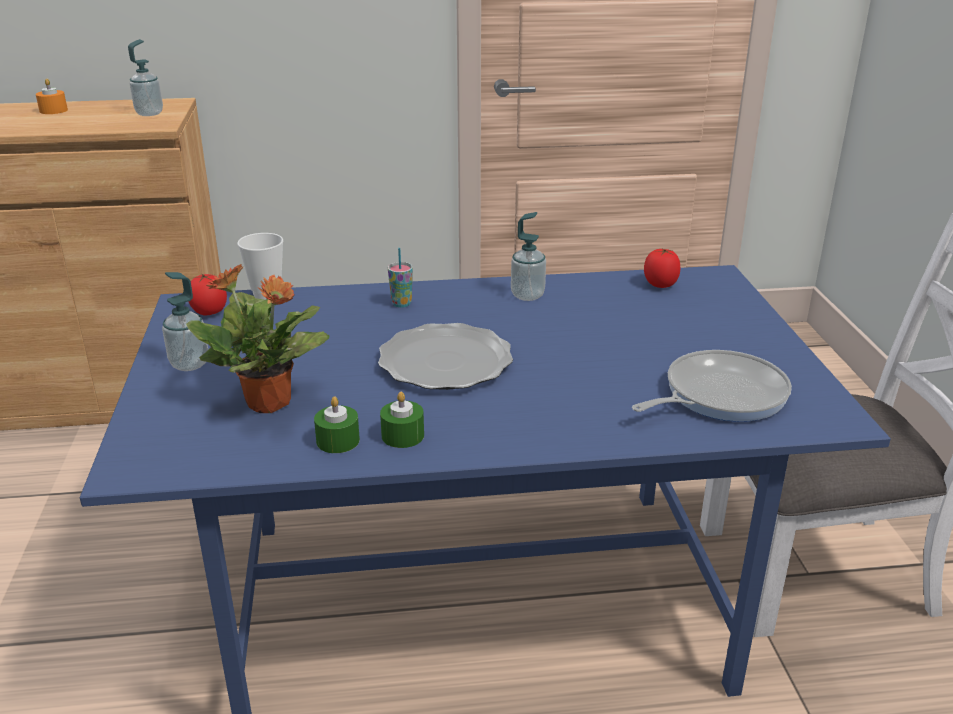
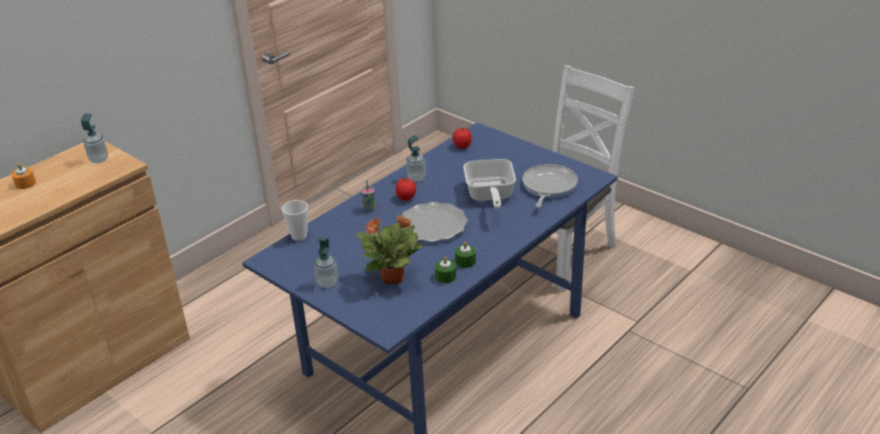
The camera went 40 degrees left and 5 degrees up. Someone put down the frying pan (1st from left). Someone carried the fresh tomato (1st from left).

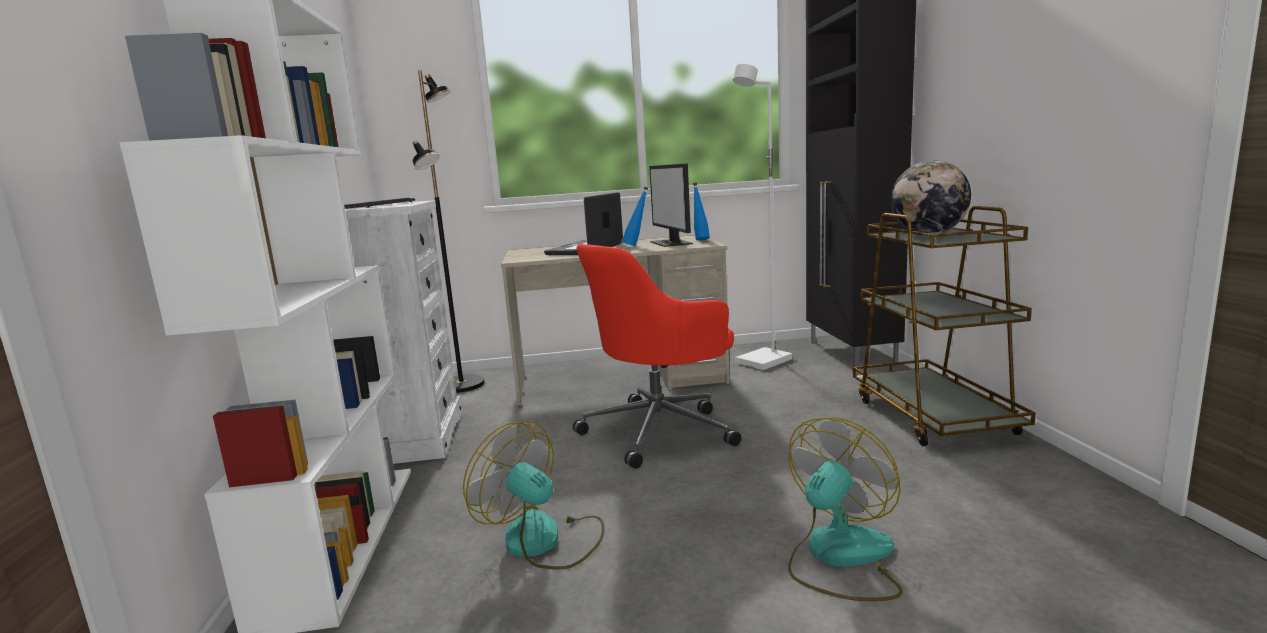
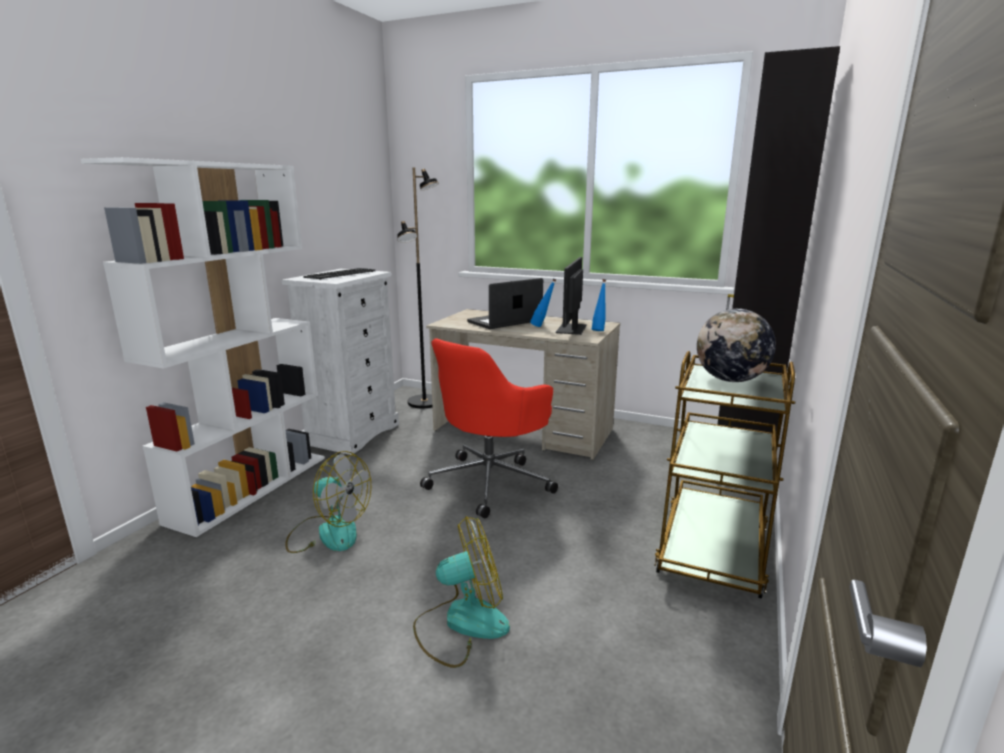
The camera went 30 degrees right and 5 degrees up. Someone took away the floor lamp in white. Someone rotated the fan (1st from left) by 135 degrees clockwise. Someone rotated the computer chair in red-coloured by 45 degrees counterclockwise.

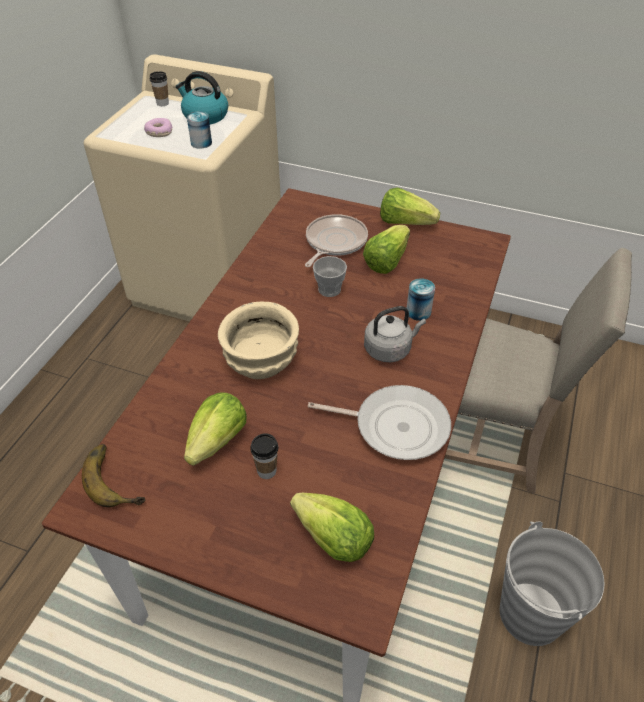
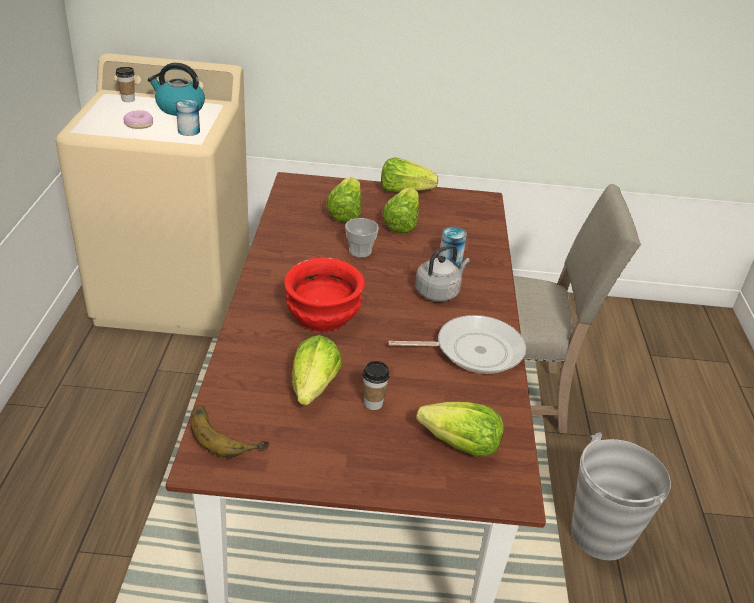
The camera went 20 degrees left and 10 degrees down. Someone swapped the frying pan (1st from left) for the lettuce head (2nd from left). Someone repainted the serving bowl in beige-coloured, which became the serving bowl in red-coloured.

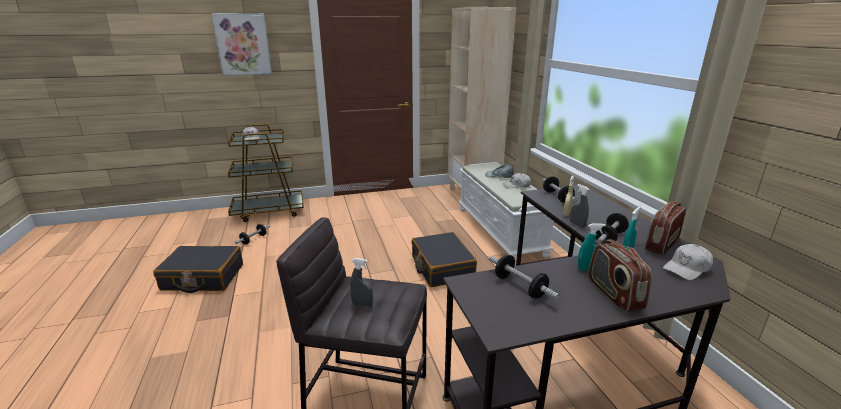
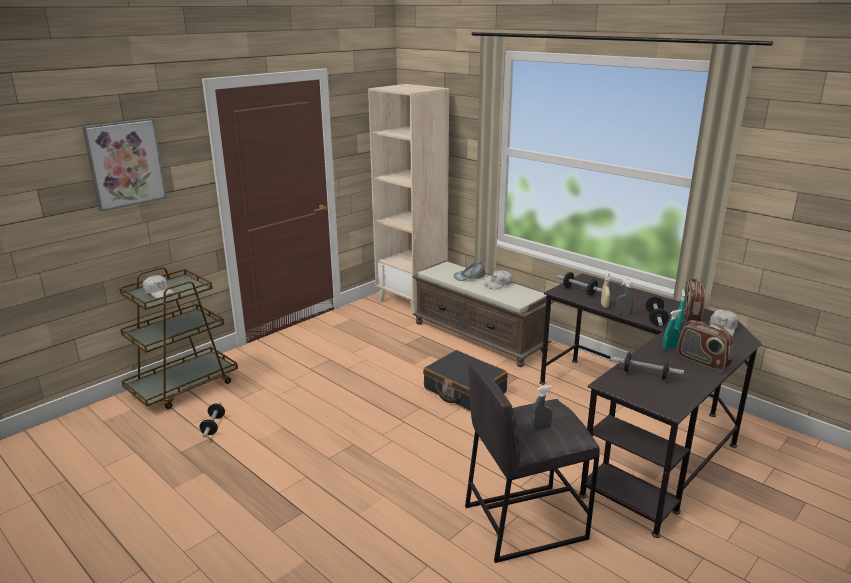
The camera went 30 degrees left and 0 degrees up. Someone took away the travel case in black-coloured (1st from left). Someone repainted the indoor bench in white, which became the indoor bench in brownish.

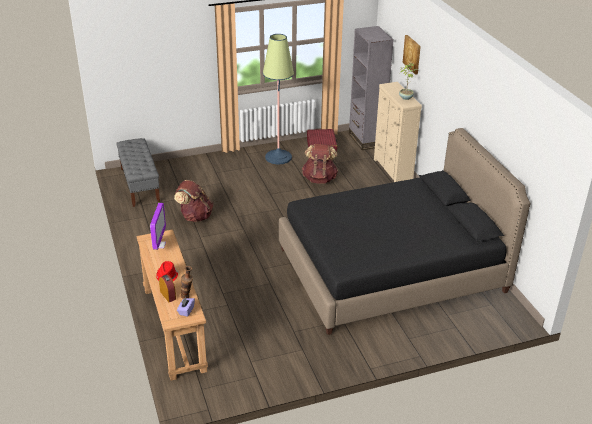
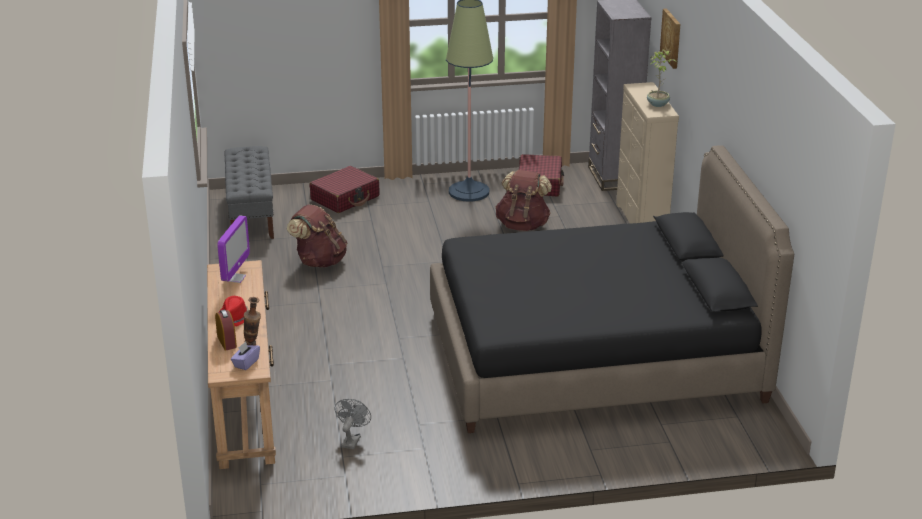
The camera went 10 degrees right and 5 degrees down. Someone put down the travel case in red-coloured (1st from left). Someone put down the fan in greyish.

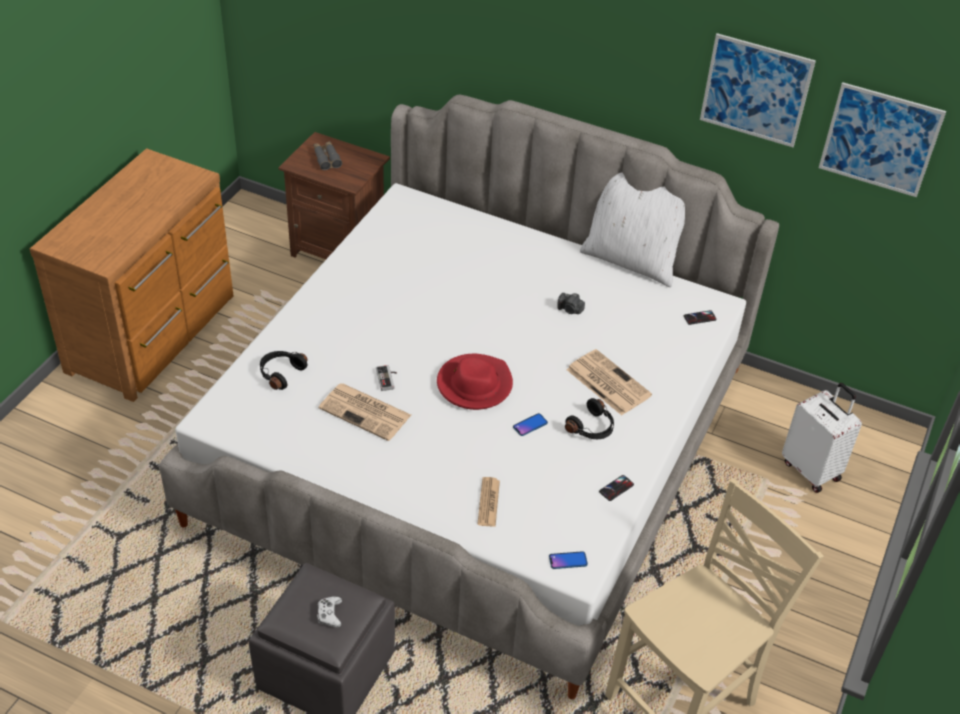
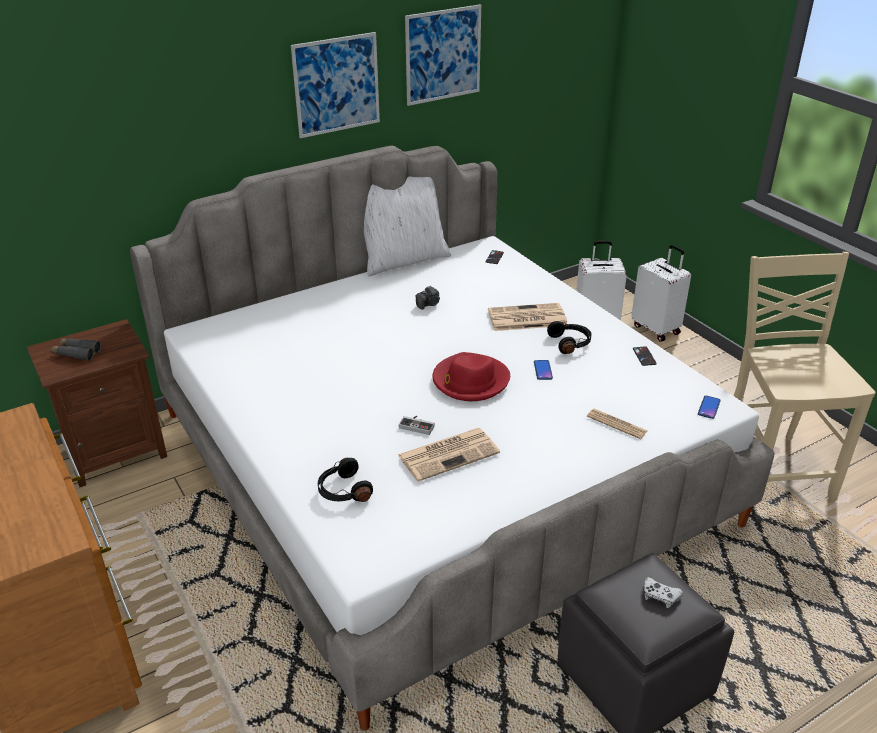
The camera went 55 degrees left and 10 degrees down. Someone put down the travel case in white (2nd from left). Someone carried the wall art (2nd from left in the first image).

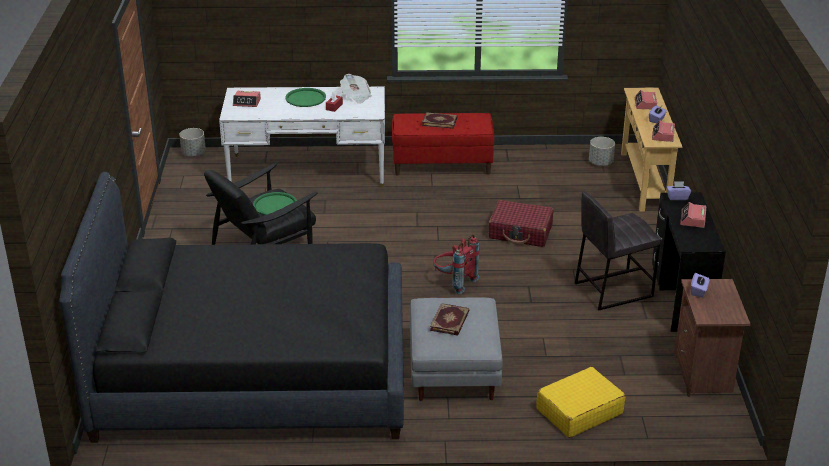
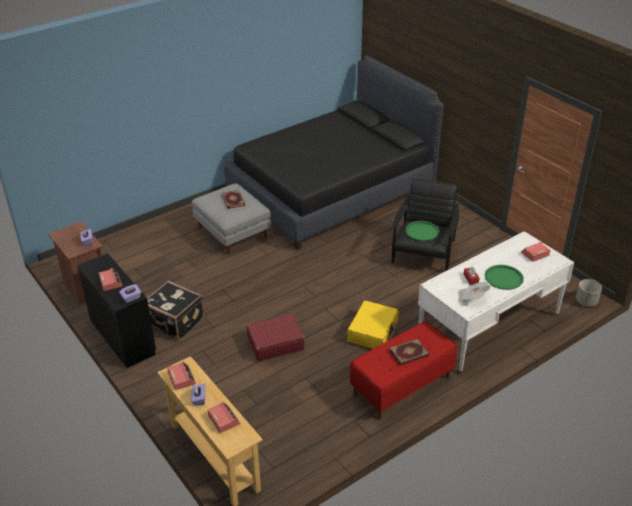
The camera went 145 degrees right and 5 degrees up. Someone took away the knapsack in red-coloured. Someone took away the plant pot in greyish (2nd from left). Someone carried the travel case in yellowish. Someone swapped the stool in greyish for the travel case in black-coloured.

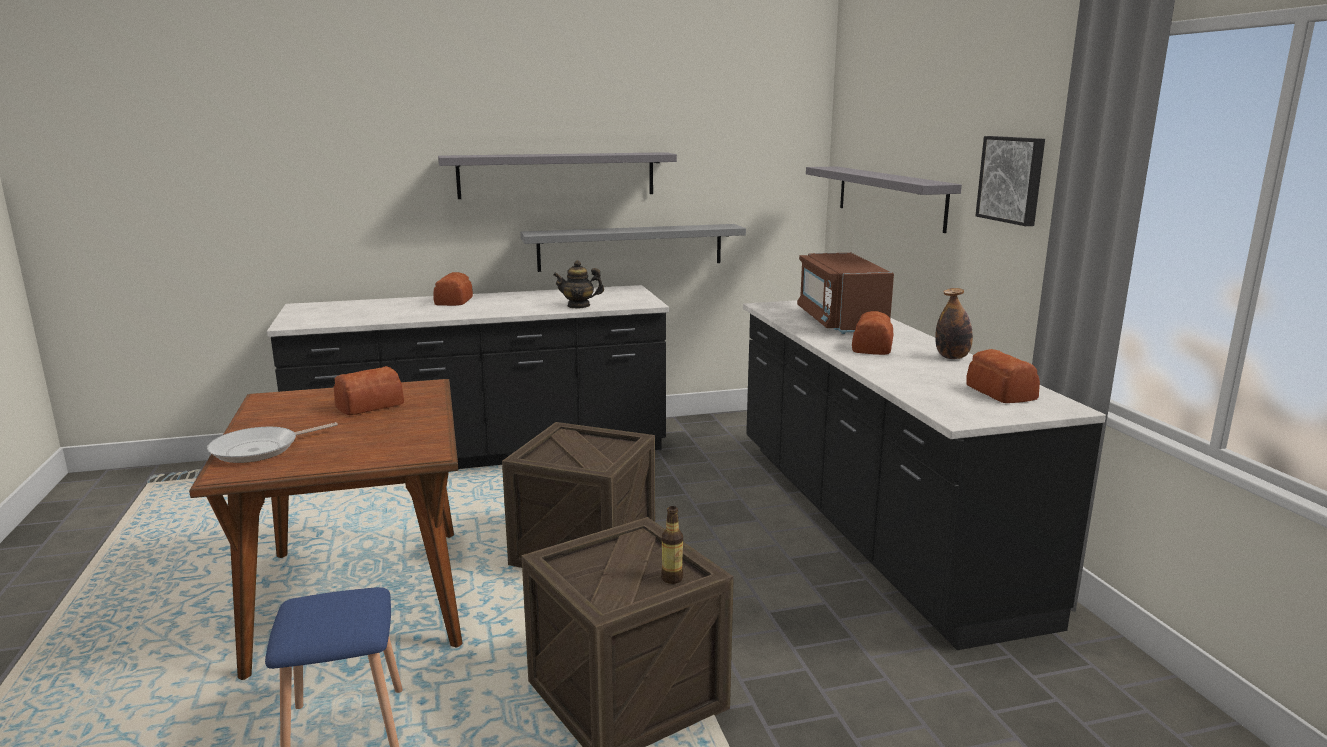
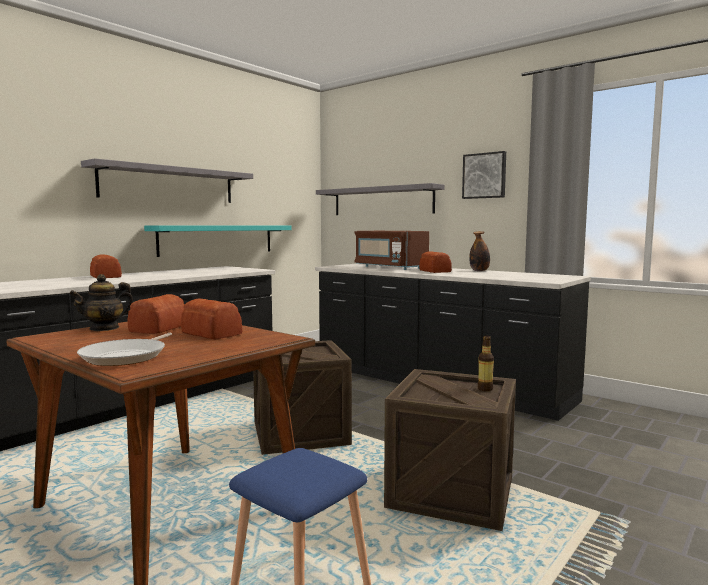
The camera went 35 degrees left and 10 degrees down. Someone carried the teapot. Someone carried the bakery bread (4th from left in the first image). Someone repainted the wall shelf in greyish (2nd from left), which became the wall shelf in turquoise-coloured.

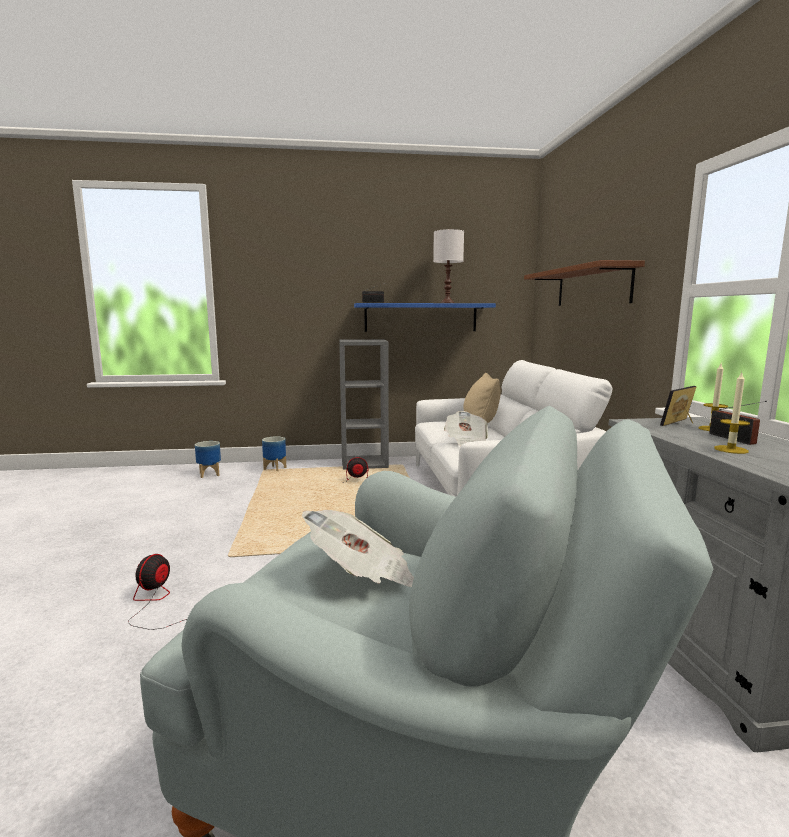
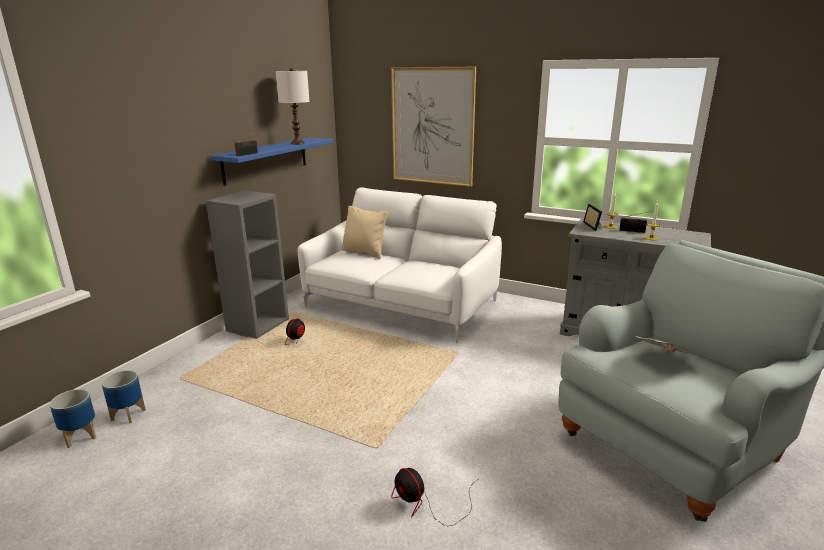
The camera went 55 degrees left and 10 degrees up. Someone took away the newspaper (2nd from left). Someone carried the plant pot (2nd from left in the first image). Someone swapped the wall shelf in brownish for the wall art.

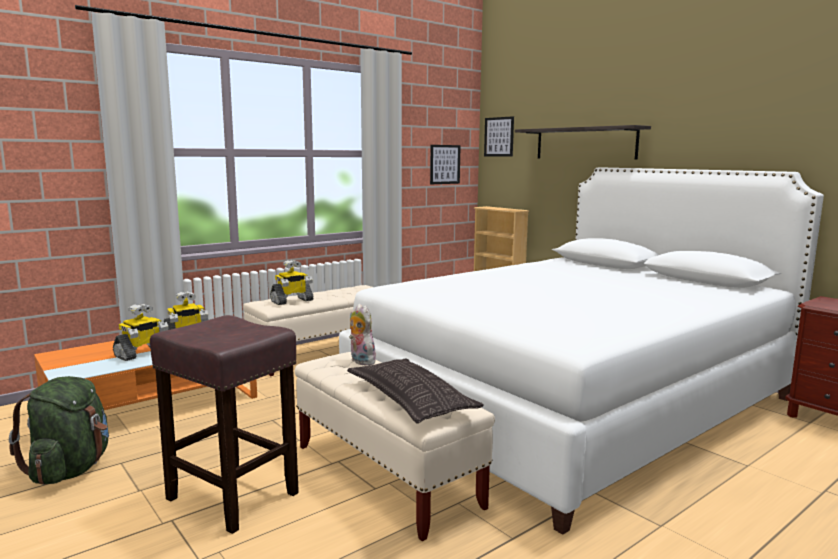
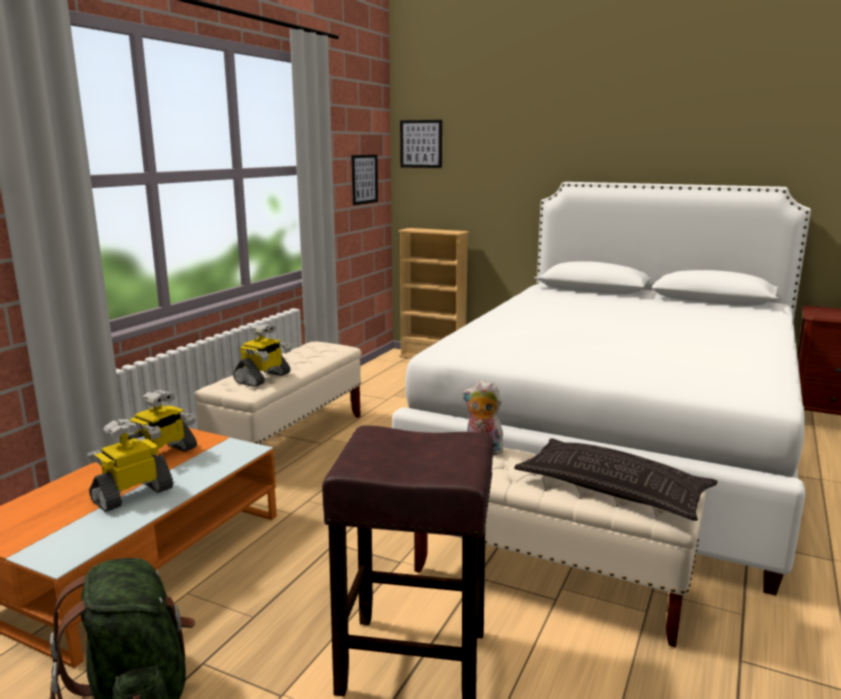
The camera went 25 degrees left and 5 degrees up. Someone took away the wall shelf. Someone rotated the model robot (1st from left) by 150 degrees counterclockwise.

